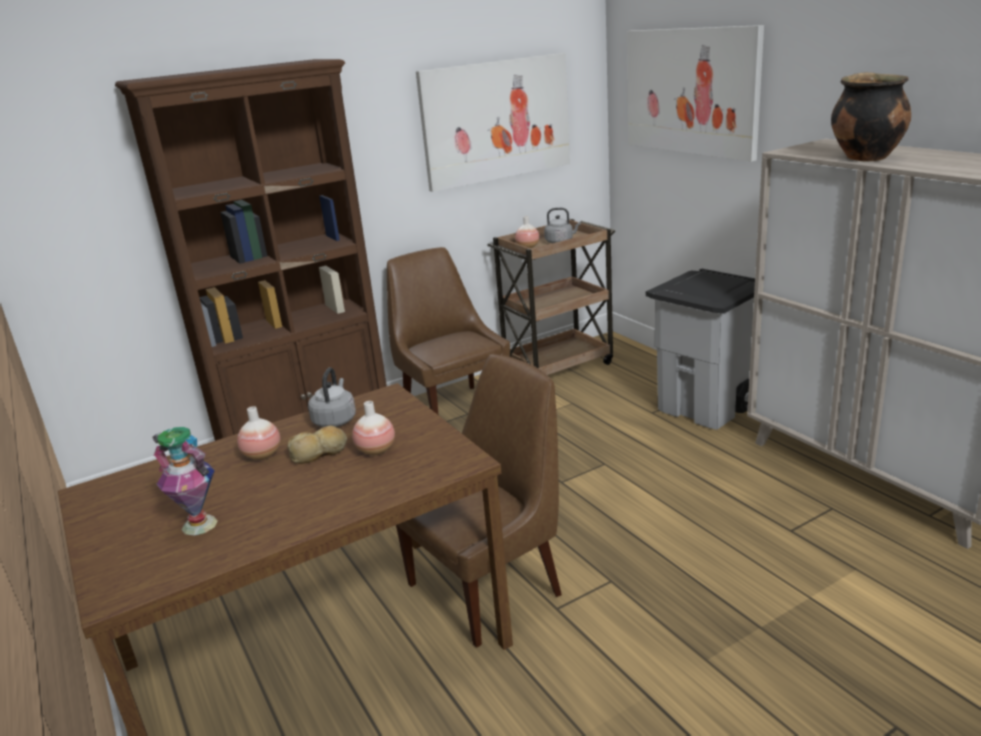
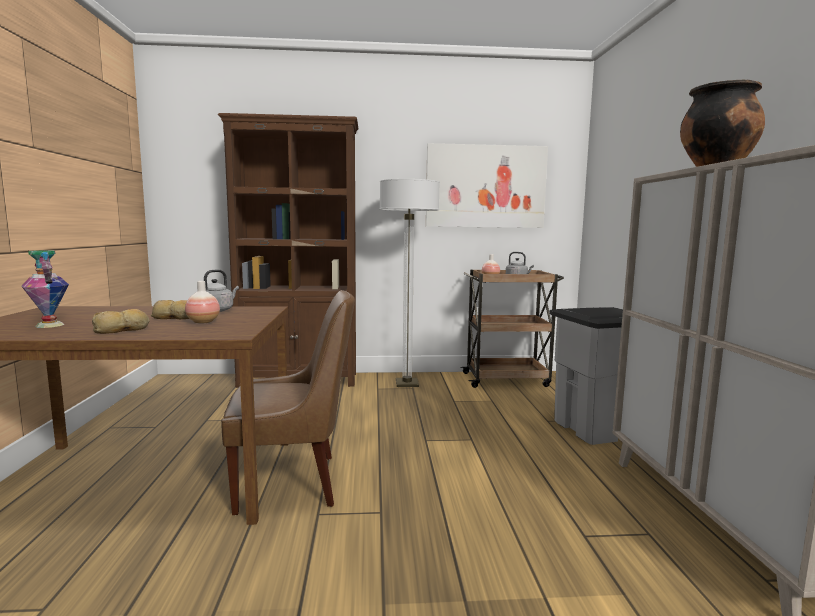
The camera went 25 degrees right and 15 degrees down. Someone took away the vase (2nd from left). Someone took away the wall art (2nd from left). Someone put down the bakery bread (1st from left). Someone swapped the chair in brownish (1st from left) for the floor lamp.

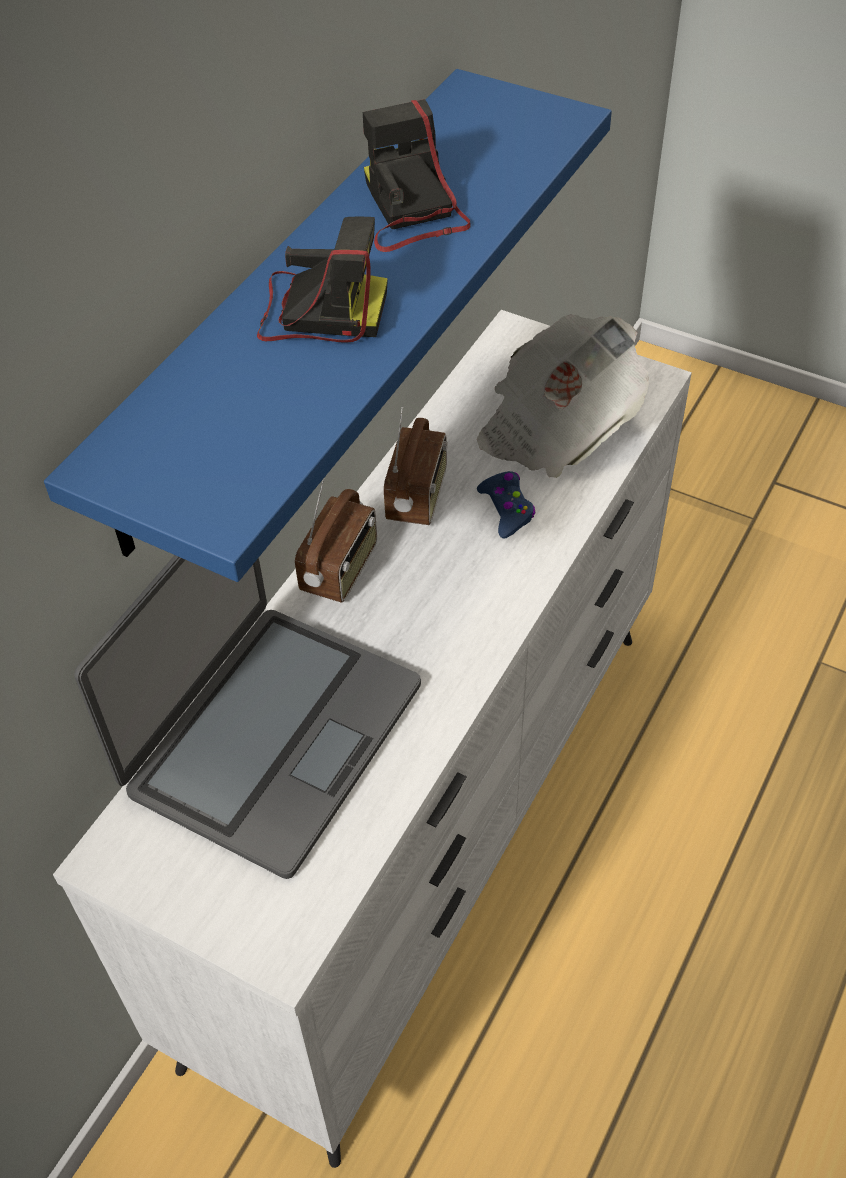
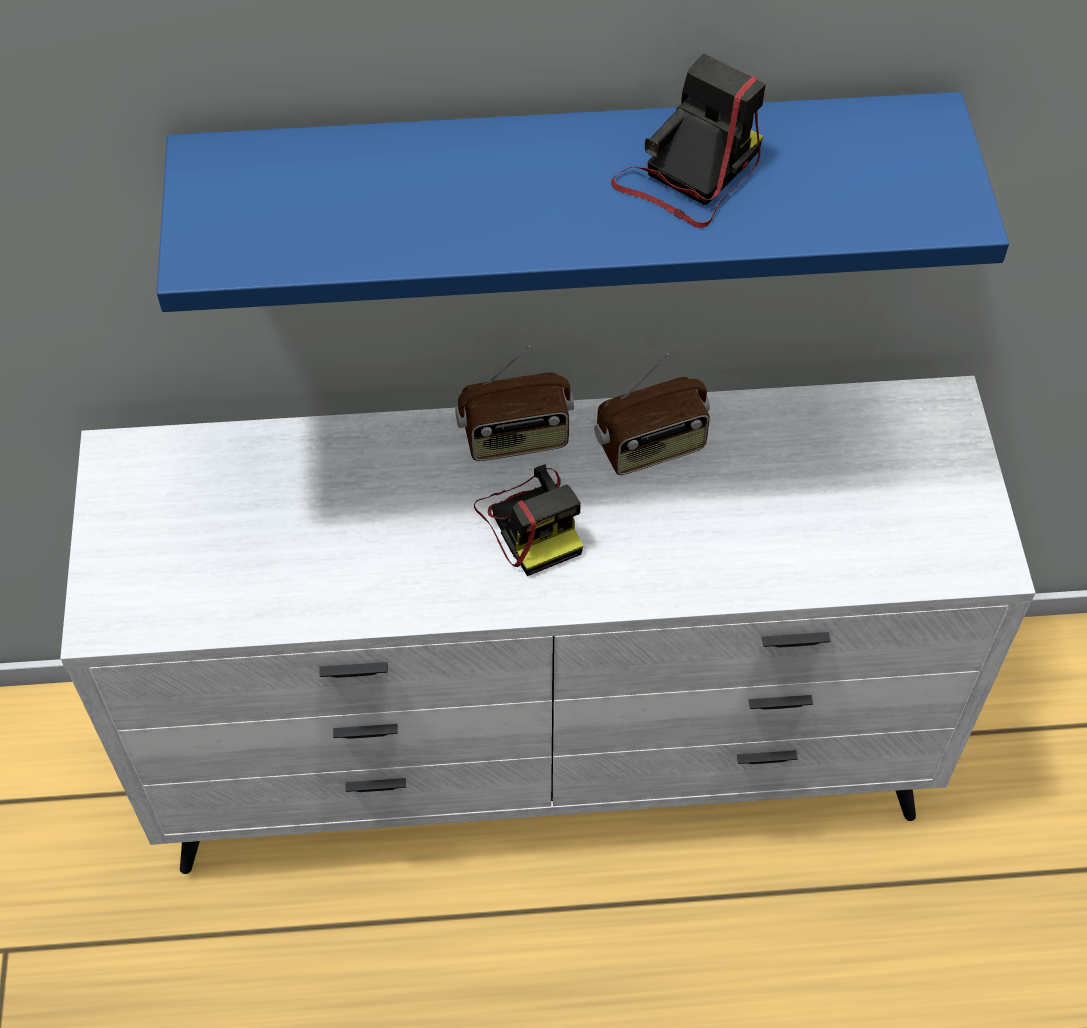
The camera went 55 degrees right and 5 degrees up. Someone took away the notebook computer. Someone took away the newspaper. Someone took away the game controller in blue-coloured. Someone carried the still camera (1st from left).

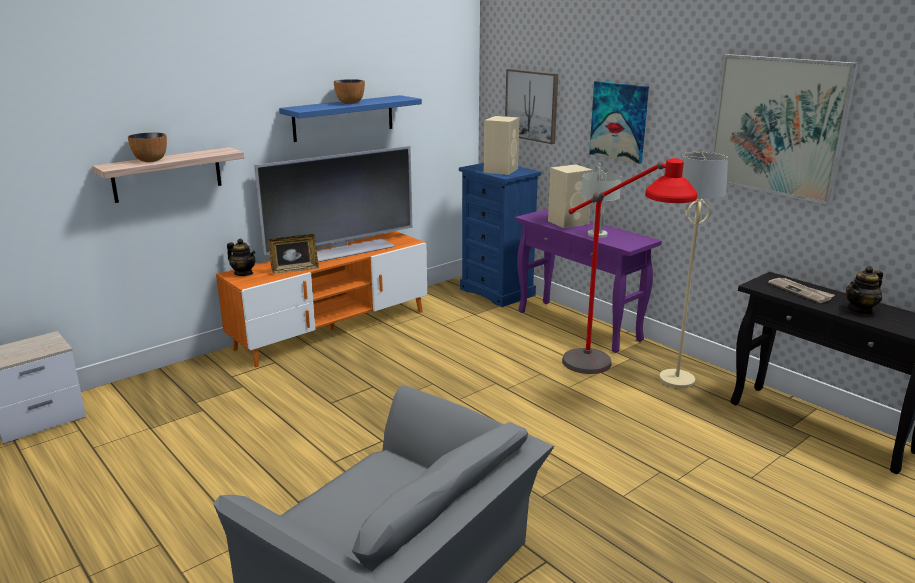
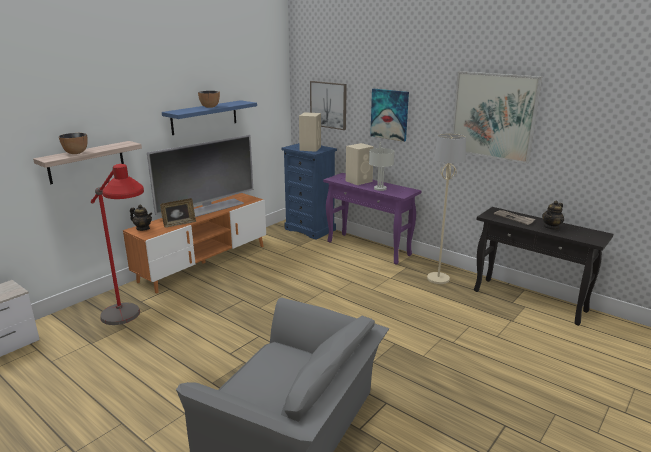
The camera went 10 degrees left and 0 degrees up. Someone carried the floor lamp in red-coloured.

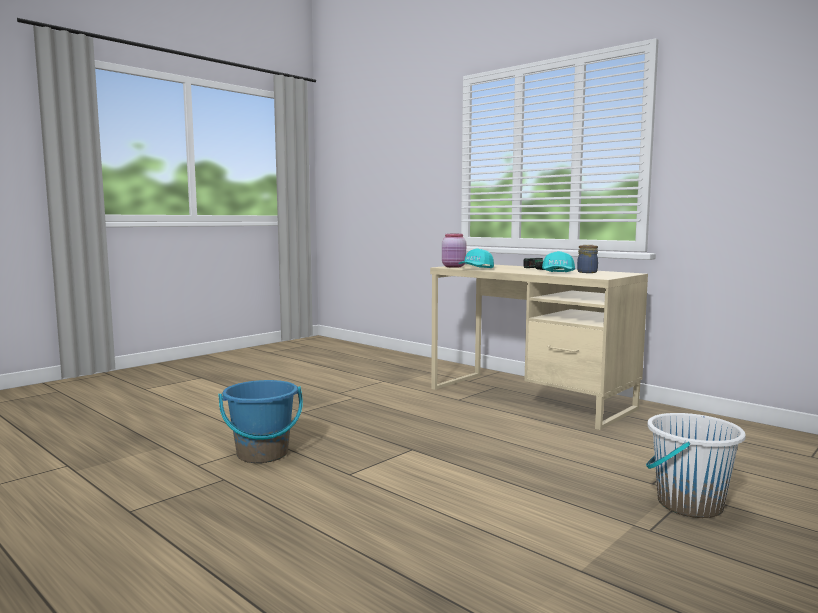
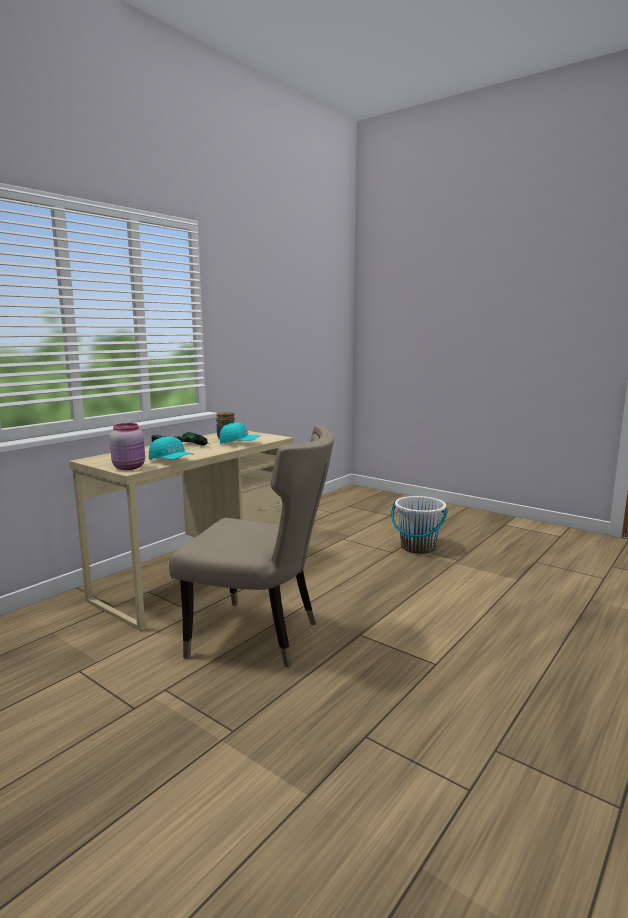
The camera went 95 degrees left and 5 degrees up. Someone took away the bucket in blue-coloured. Someone put down the chair in beige-coloured.

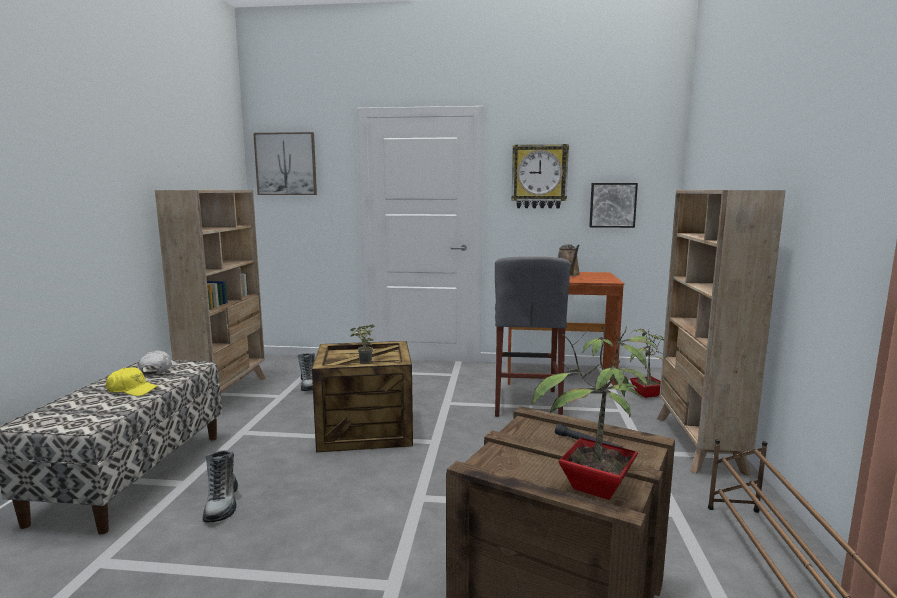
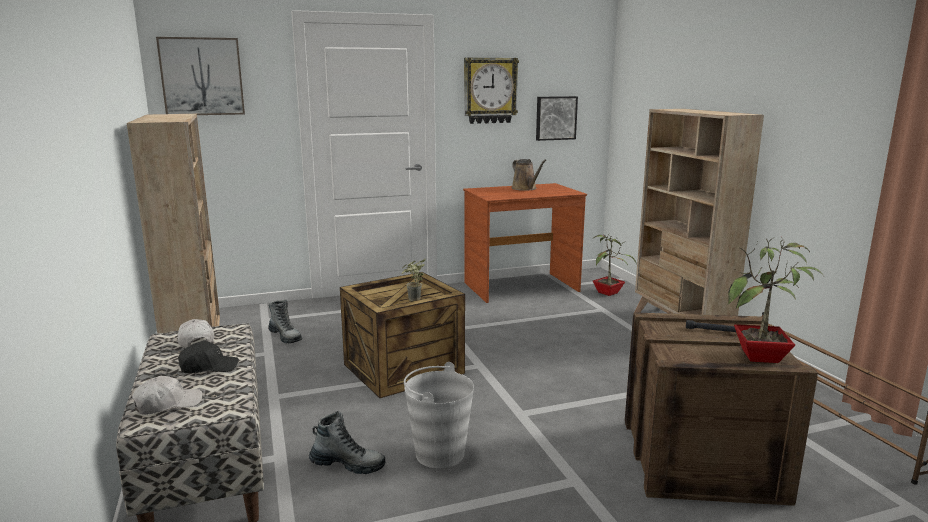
The camera went 25 degrees left and 5 degrees up. Someone took away the stool in greyish. Someone put down the cap in white (1st from left). Someone put down the bucket in greyish. Someone repainted the cap in yellowish, which became the cap in black-coloured. Someone rotated the tall boot (1st from left in the first image) by 45 degrees counterclockwise.

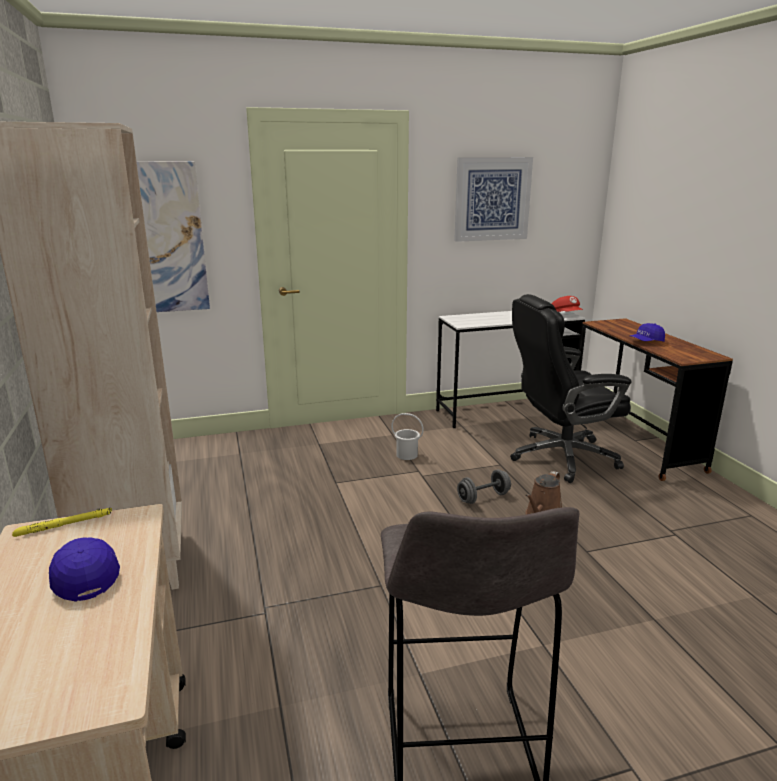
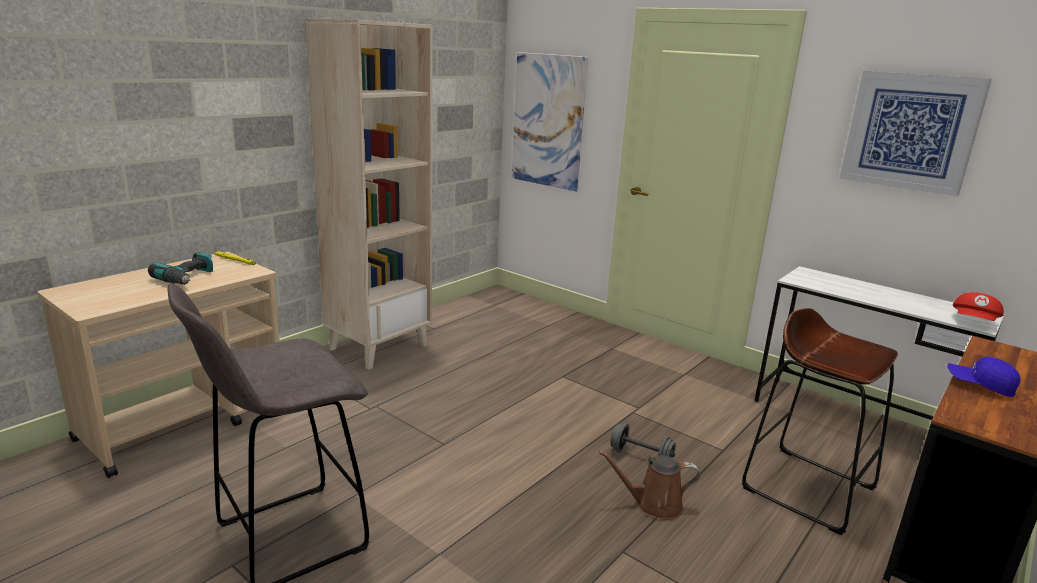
The camera went 55 degrees right and 0 degrees up. Someone took away the bucket in white. Someone swapped the cap in blue-coloured (1st from left) for the power drill. Someone swapped the computer chair in black-coloured for the stool in brownish.

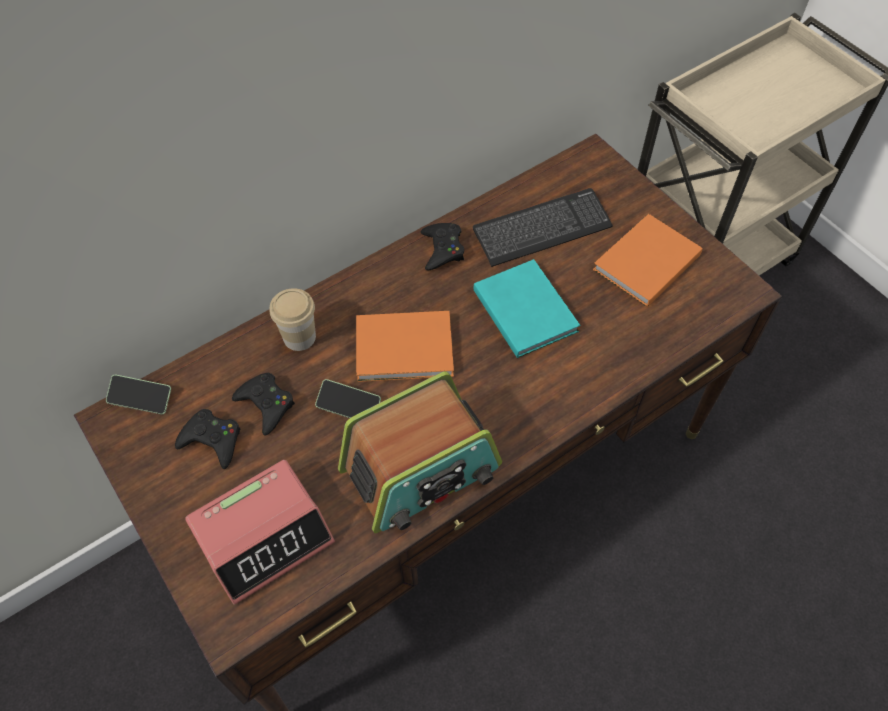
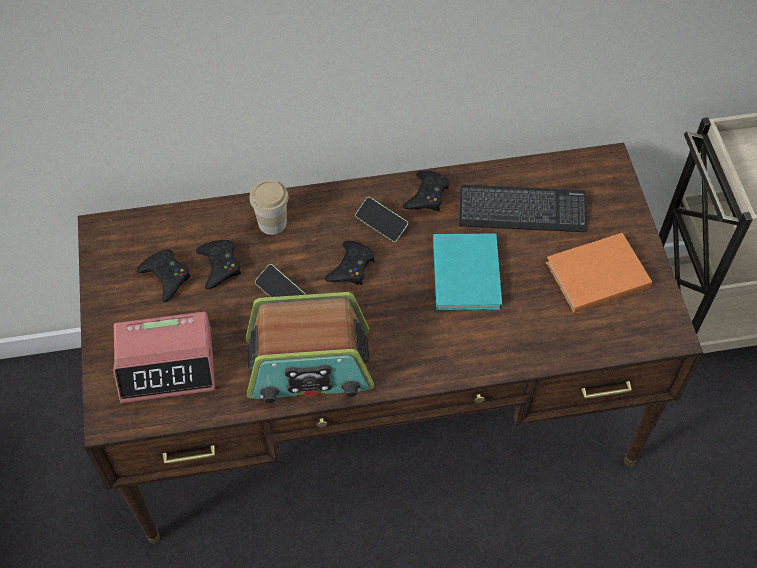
The camera went 25 degrees right and 0 degrees up. Someone carried the handset (1st from left in the first image). Someone swapped the volume in orangey (1st from left) for the game controller in black-coloured (3rd from left).

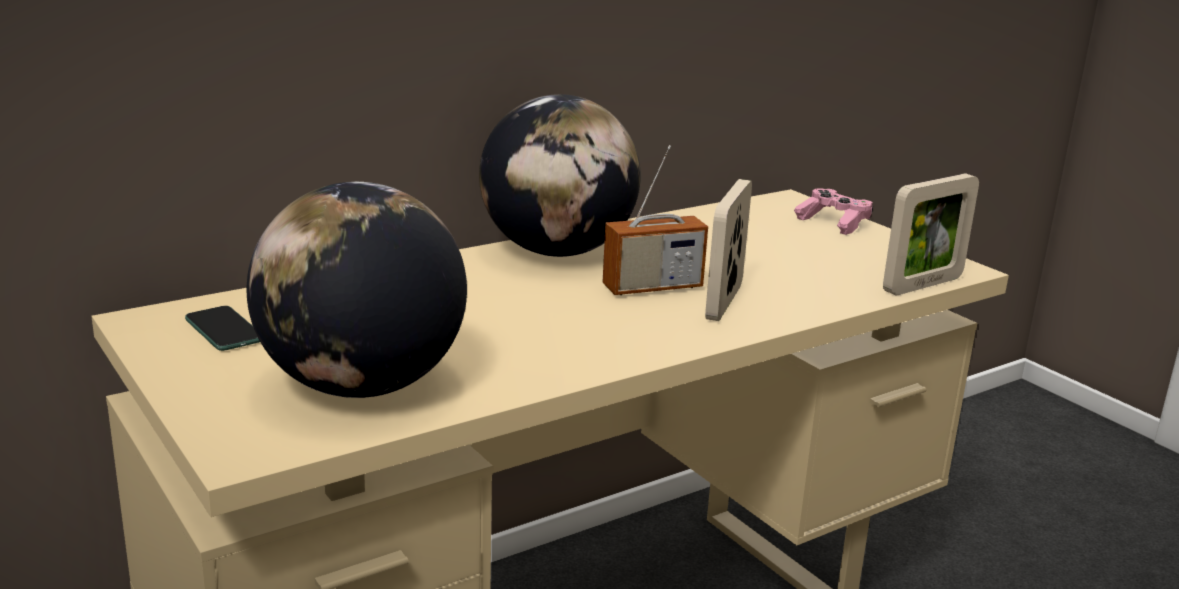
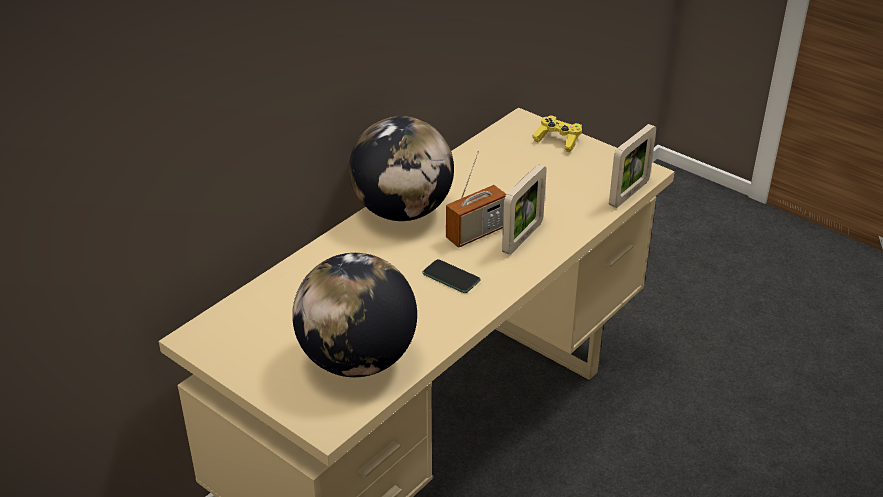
The camera went 15 degrees left and 15 degrees up. Someone carried the handset. Someone repainted the game controller in pinkish, which became the game controller in yellowish. Someone rotated the picture frame (1st from left) by 150 degrees counterclockwise.

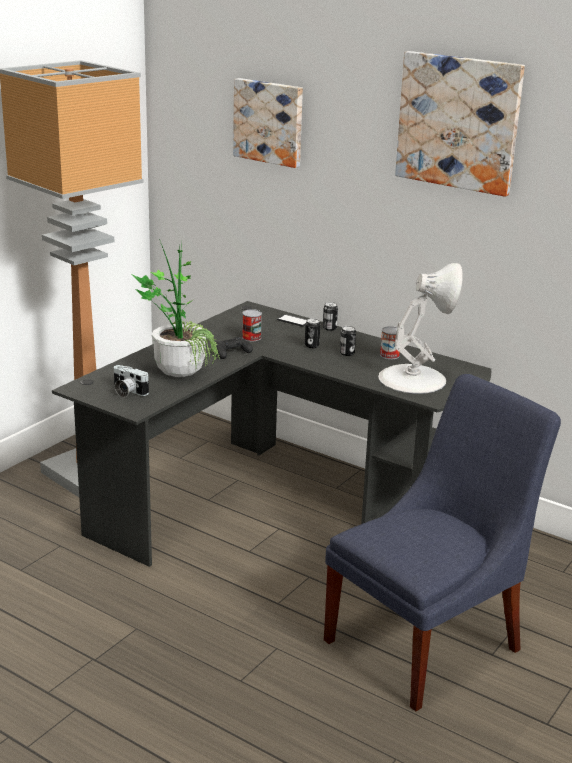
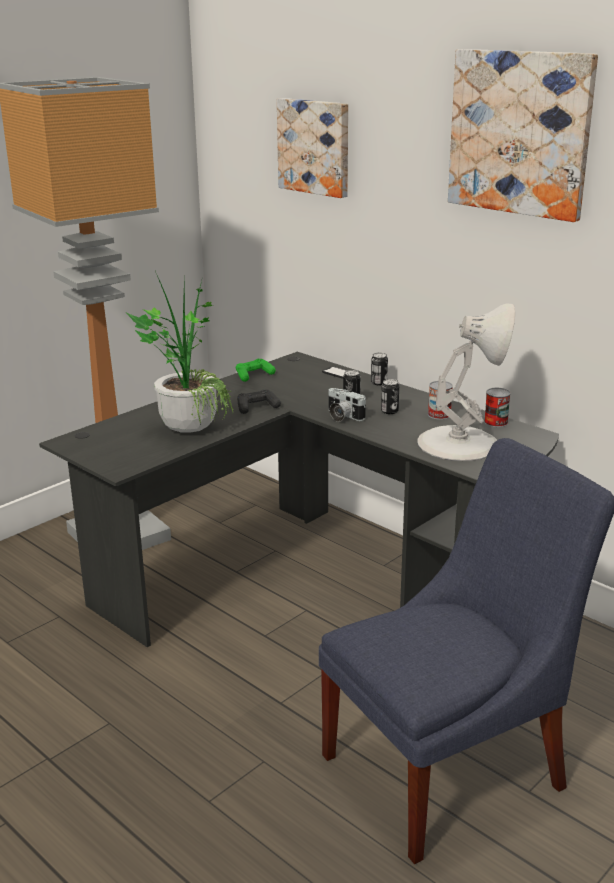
The camera went 10 degrees right and 0 degrees up. Someone put down the game controller in greenish. Someone carried the still camera. Someone carried the metal can (1st from left in the first image).

